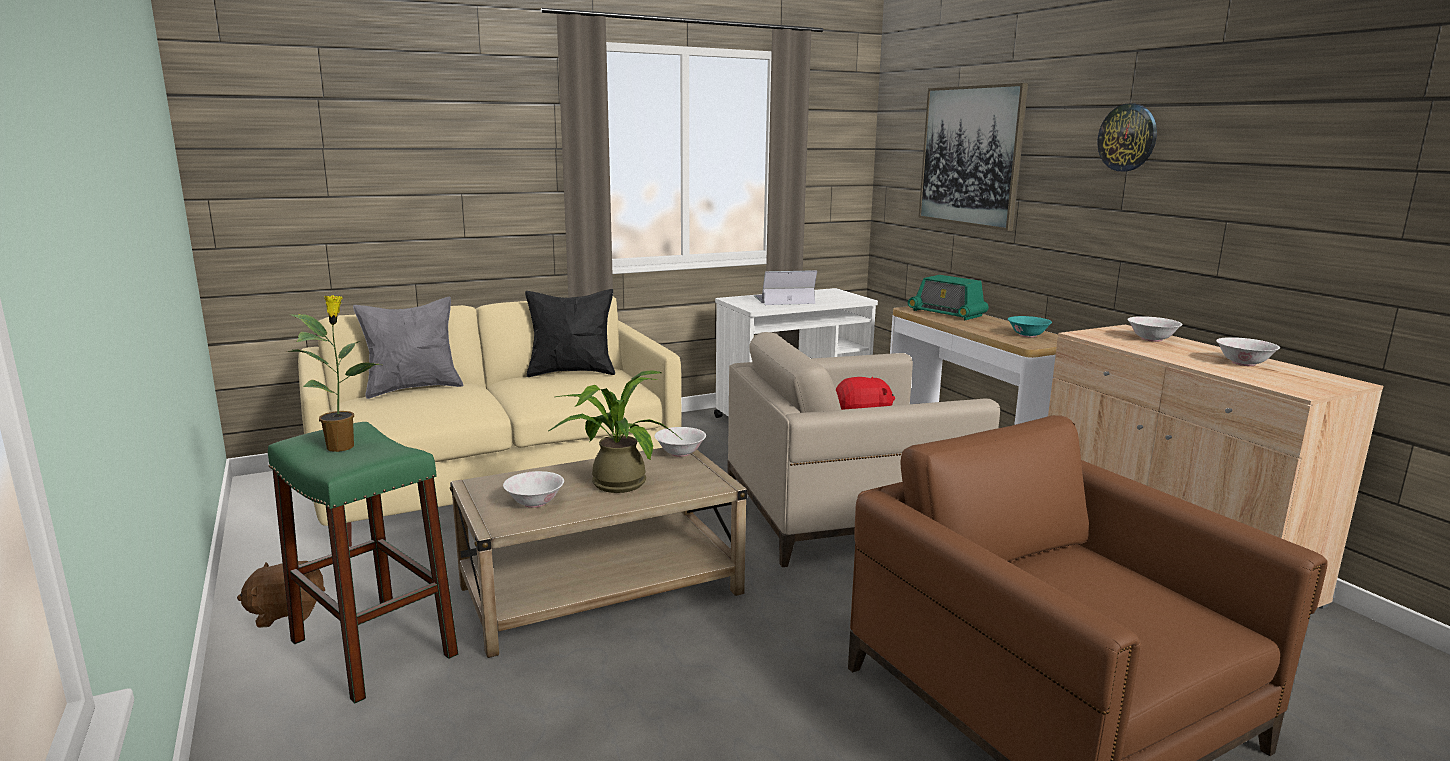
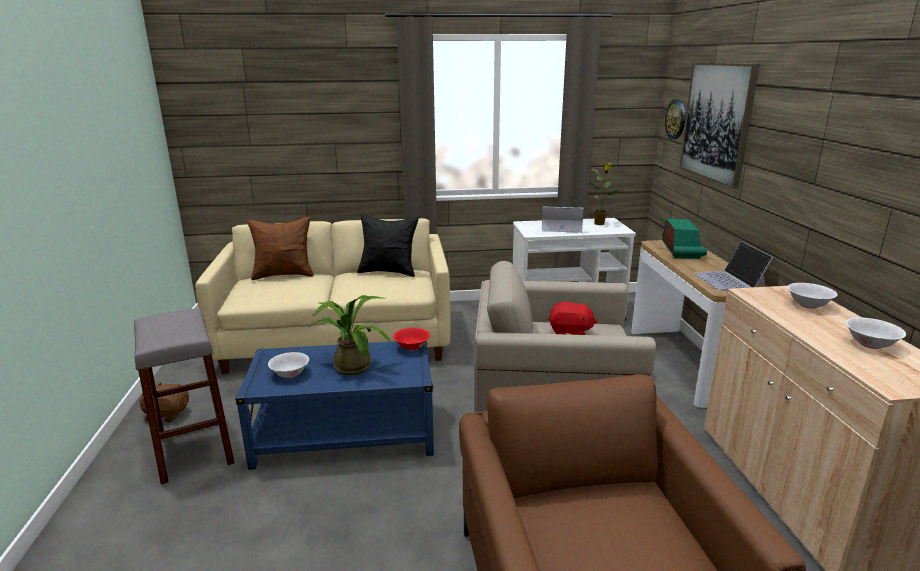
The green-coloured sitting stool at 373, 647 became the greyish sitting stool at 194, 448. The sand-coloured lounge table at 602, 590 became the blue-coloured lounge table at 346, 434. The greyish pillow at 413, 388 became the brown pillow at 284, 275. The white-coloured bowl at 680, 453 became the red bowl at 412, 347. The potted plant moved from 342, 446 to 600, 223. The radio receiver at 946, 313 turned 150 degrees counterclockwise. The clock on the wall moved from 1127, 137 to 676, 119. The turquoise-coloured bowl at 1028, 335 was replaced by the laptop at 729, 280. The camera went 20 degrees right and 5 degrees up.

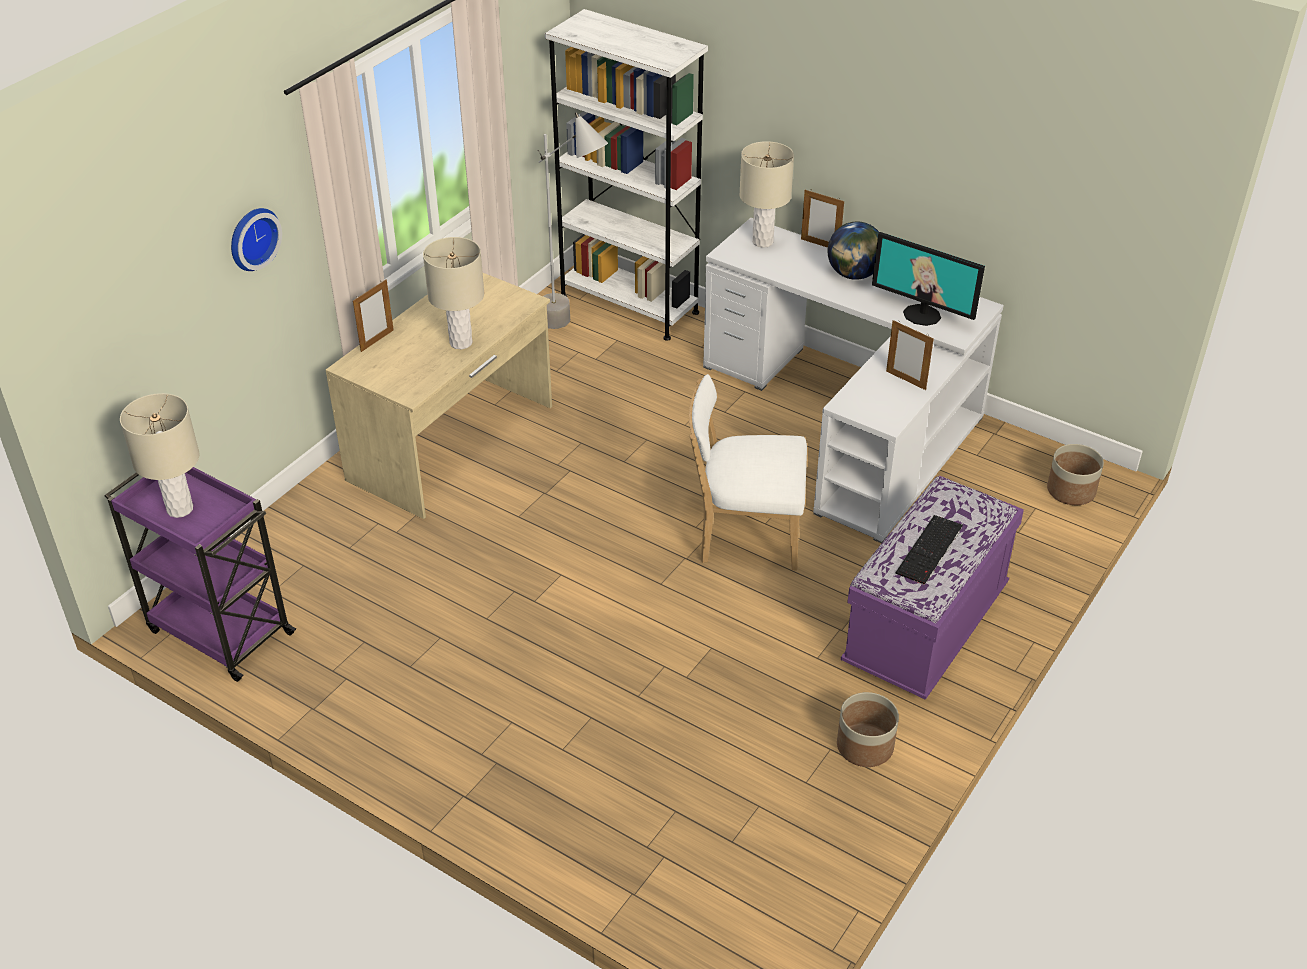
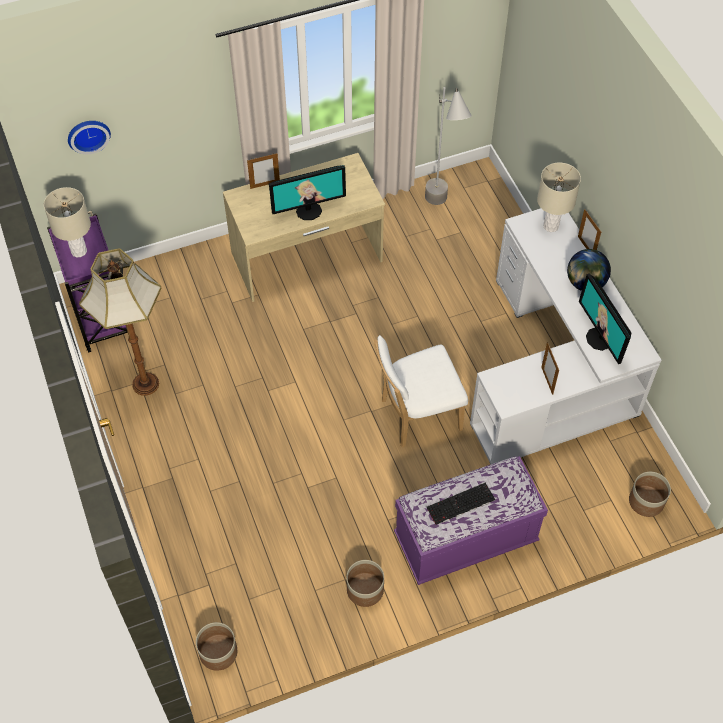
The clock on the wall moved from 251, 237 to 88, 134. The standard lamp at 144, 384 appeared. The flower pot at 218, 652 appeared. The sand-coloured lamp for a table at 461, 342 was replaced by the monitor at 308, 210. The white-coloured upright chair at 744, 535 turned 60 degrees counterclockwise. The white-coloured shelving unit at 629, 305 disappeared. The camera went 35 degrees right and 15 degrees up.

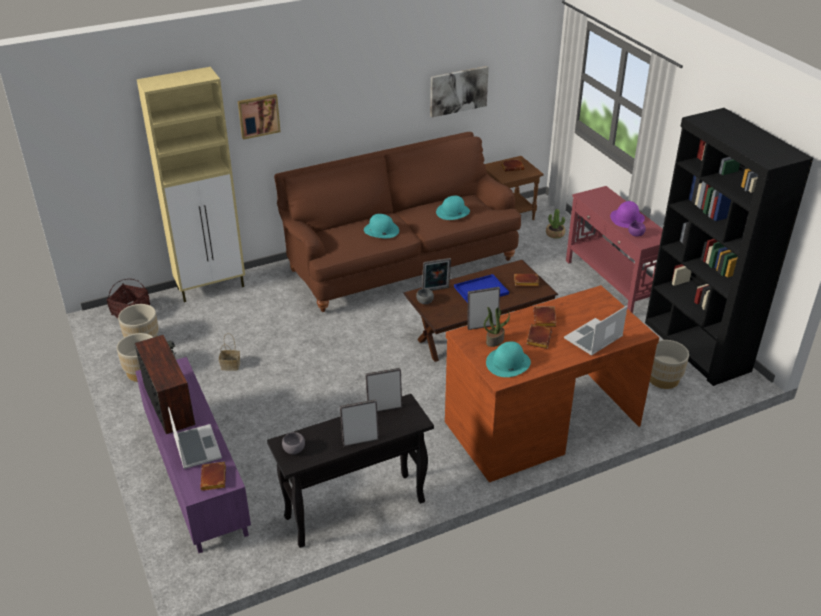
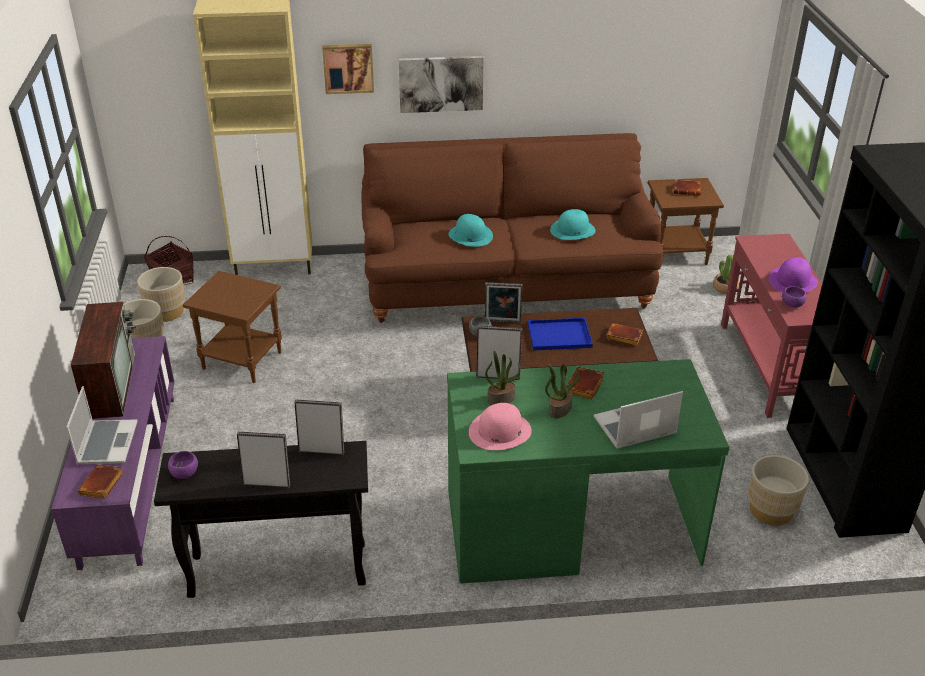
The greyish bowl at 294, 449 became the purple-coloured bowl at 185, 473. The household basket at 230, 366 was replaced by the brown end table at 240, 361. The wall picture moved from 458, 91 to 441, 83. The brown desk unit at 541, 423 became the green-coloured desk unit at 570, 525. The turquoise-coloured hat at 508, 363 became the pink hat at 499, 431. The brown volume at 538, 338 was replaced by the potted plant at 559, 409. The camera went 20 degrees right and 0 degrees up.

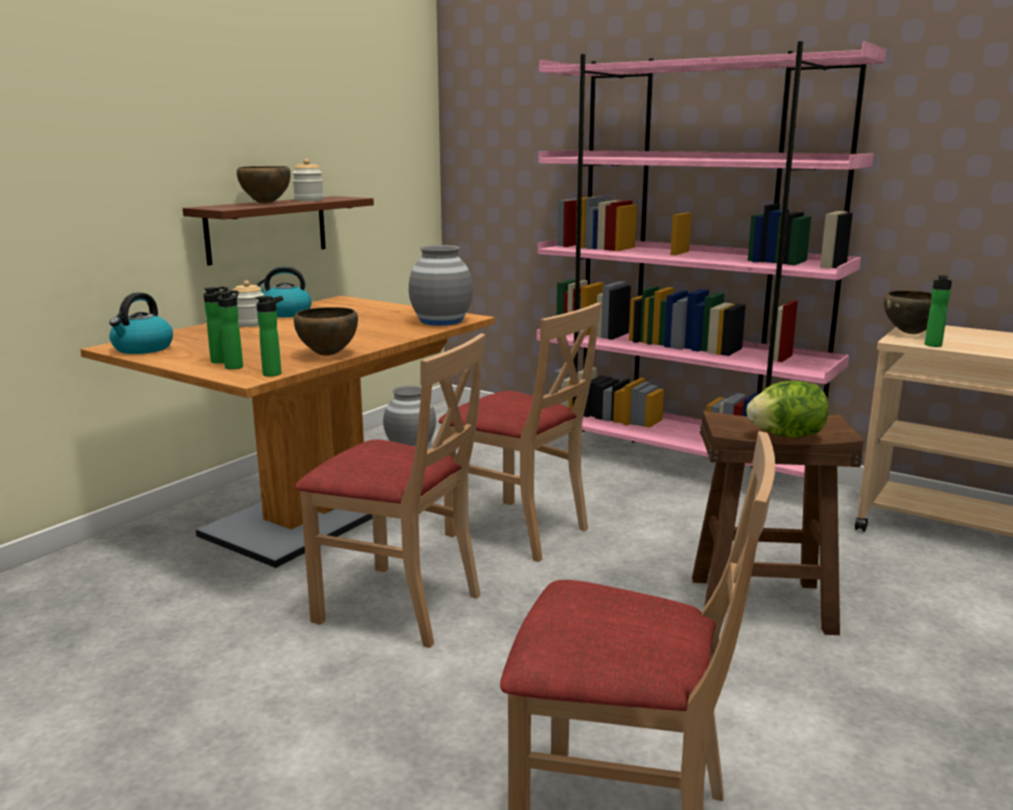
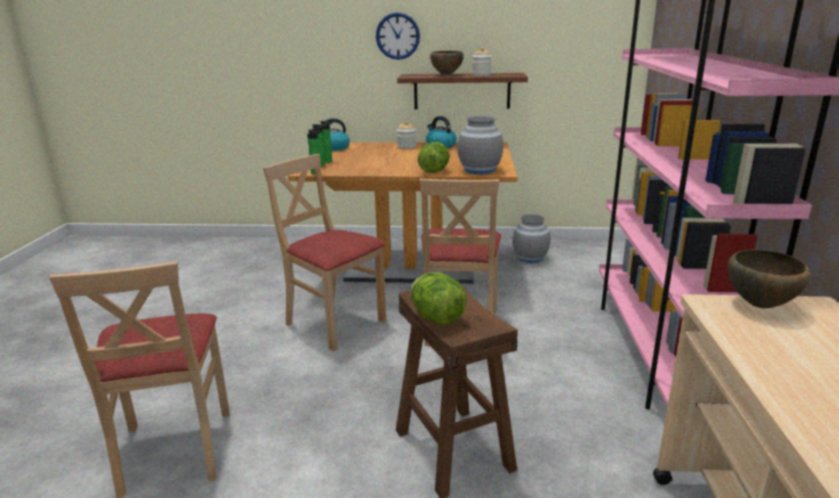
The sand-coloured upright chair at 399, 606 turned 135 degrees clockwise. The clock on the wall at 397, 36 appeared. The lettuce head at 434, 171 appeared. The brown bowl at 328, 355 disappeared. The bottle at 933, 345 disappeared. The camera went 60 degrees right and 5 degrees up.

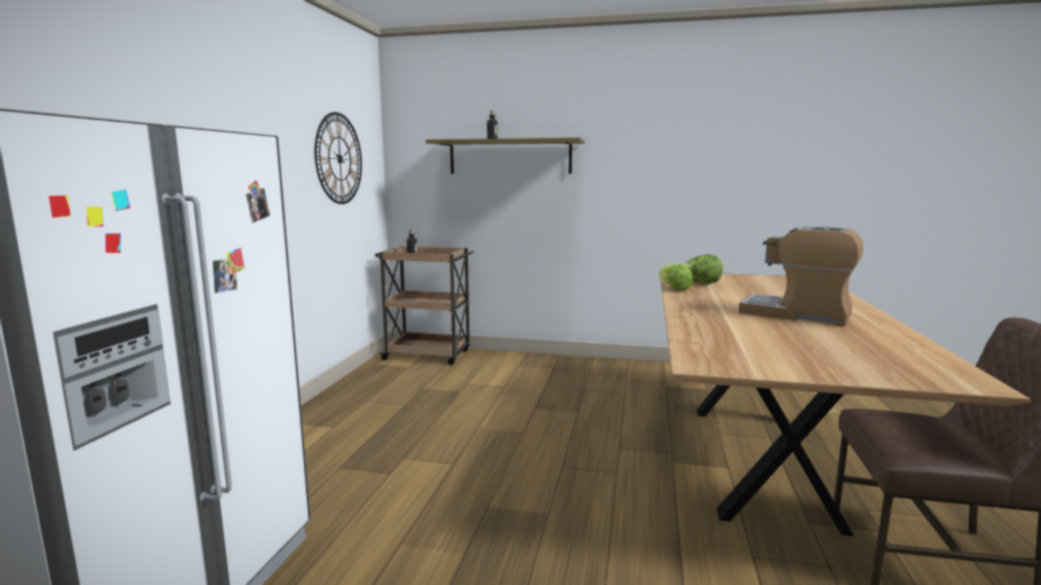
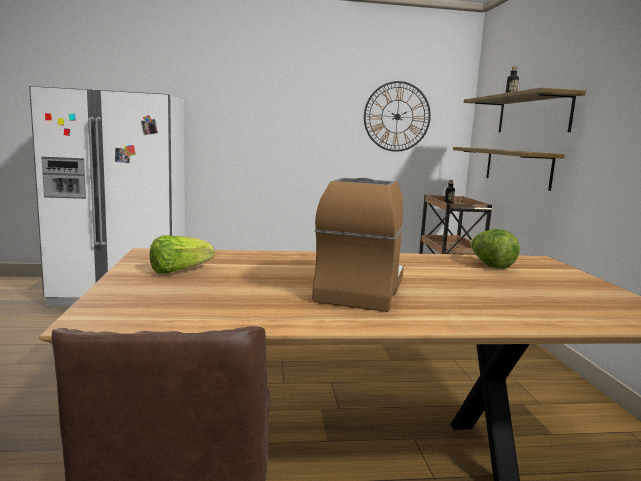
The lettuce head moved from 673, 288 to 179, 271. The shelf at 517, 167 appeared. The camera went 70 degrees right and 0 degrees up.

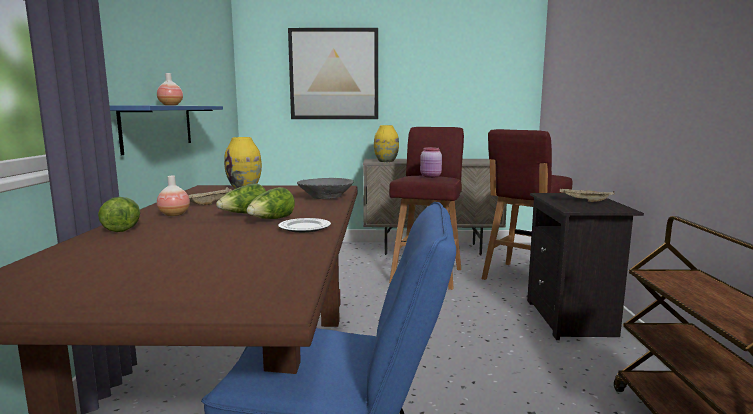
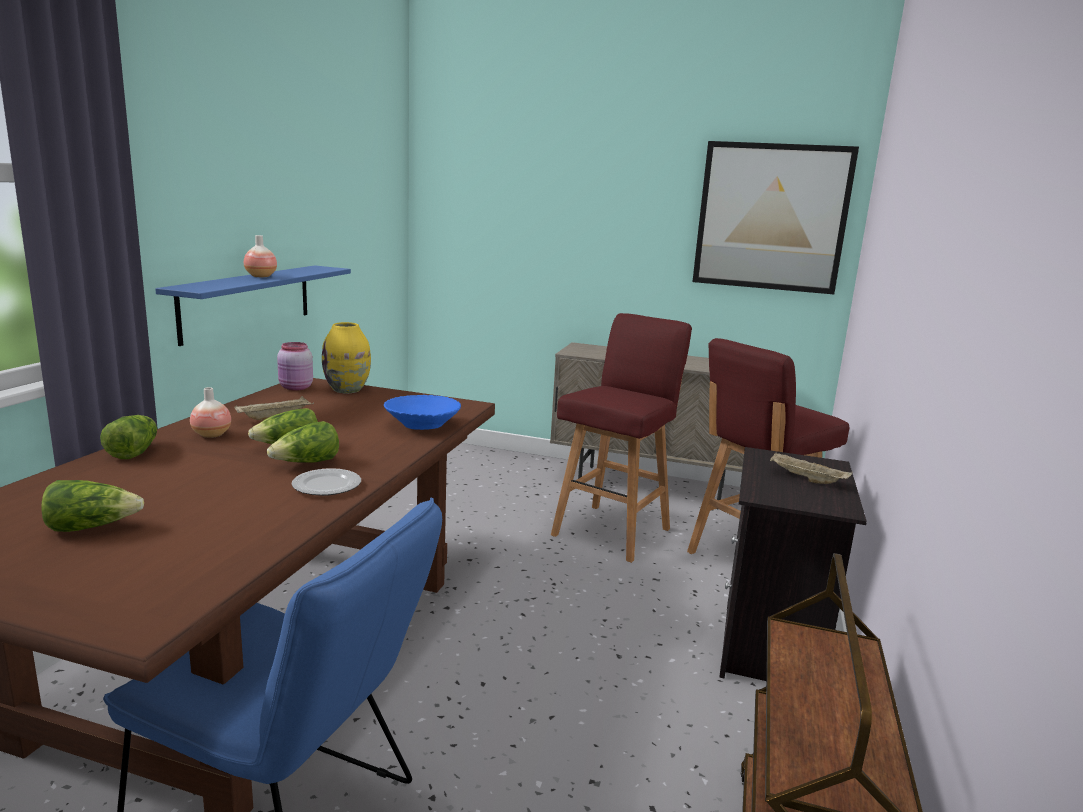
The lettuce head at 92, 527 appeared. The pink jar moved from 431, 176 to 296, 388. The greyish bowl at 325, 197 became the blue-coloured bowl at 422, 425. The wall picture moved from 334, 74 to 771, 217. The yellowish vase at 386, 161 disappeared. The camera went 15 degrees right and 5 degrees up.

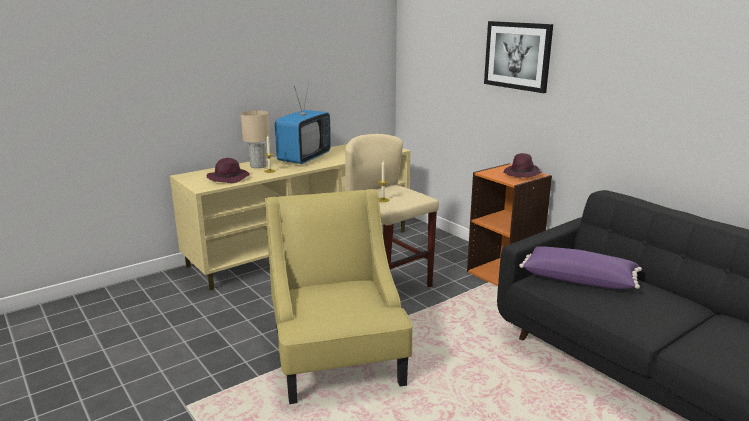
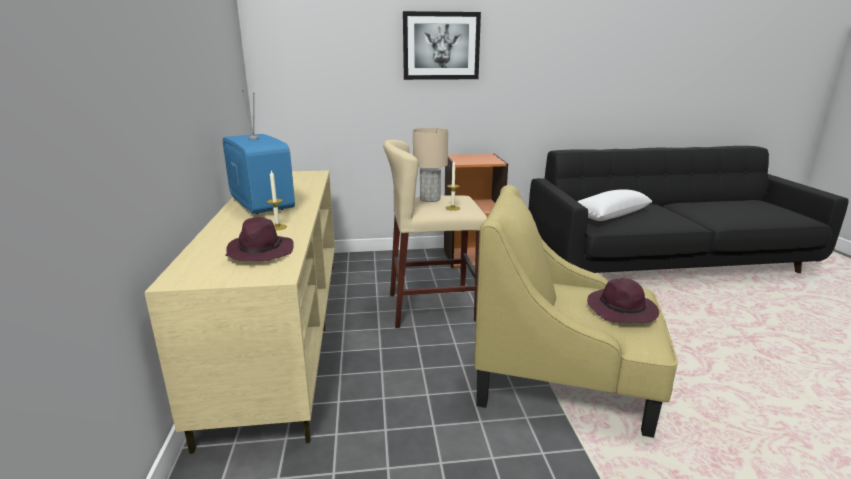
The sand-coloured lamp for a table moved from 258, 166 to 430, 199. The purple-coloured pillow at 578, 279 became the white-coloured pillow at 608, 215. The purple-coloured hat moved from 522, 174 to 622, 310. The camera went 60 degrees left and 0 degrees up.

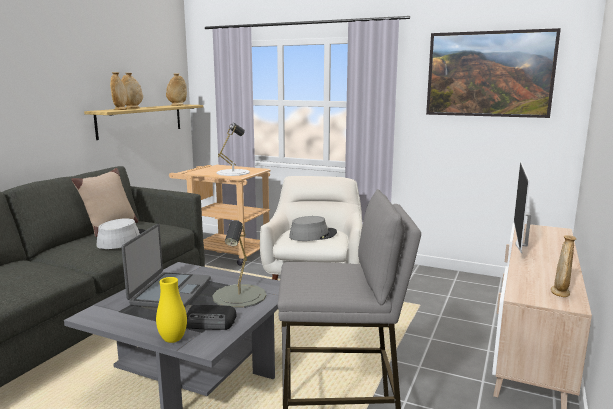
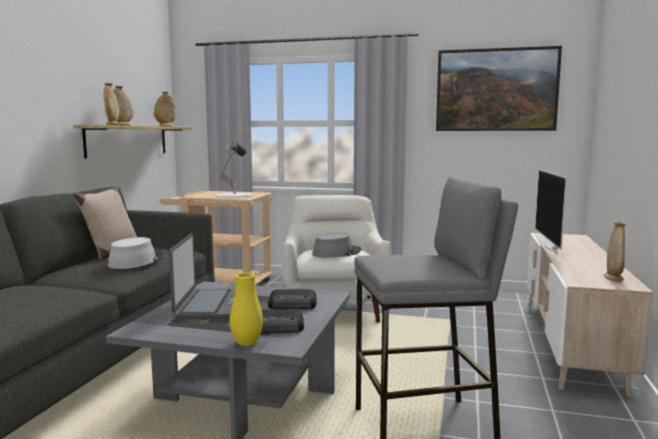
The greyish lamp for a table at 239, 296 was replaced by the radio receiver at 293, 305. The camera went 10 degrees left and 5 degrees down.

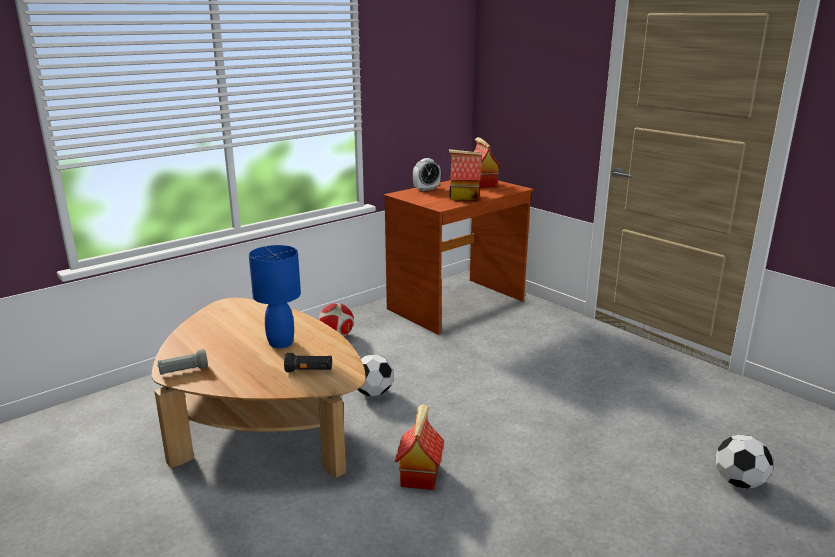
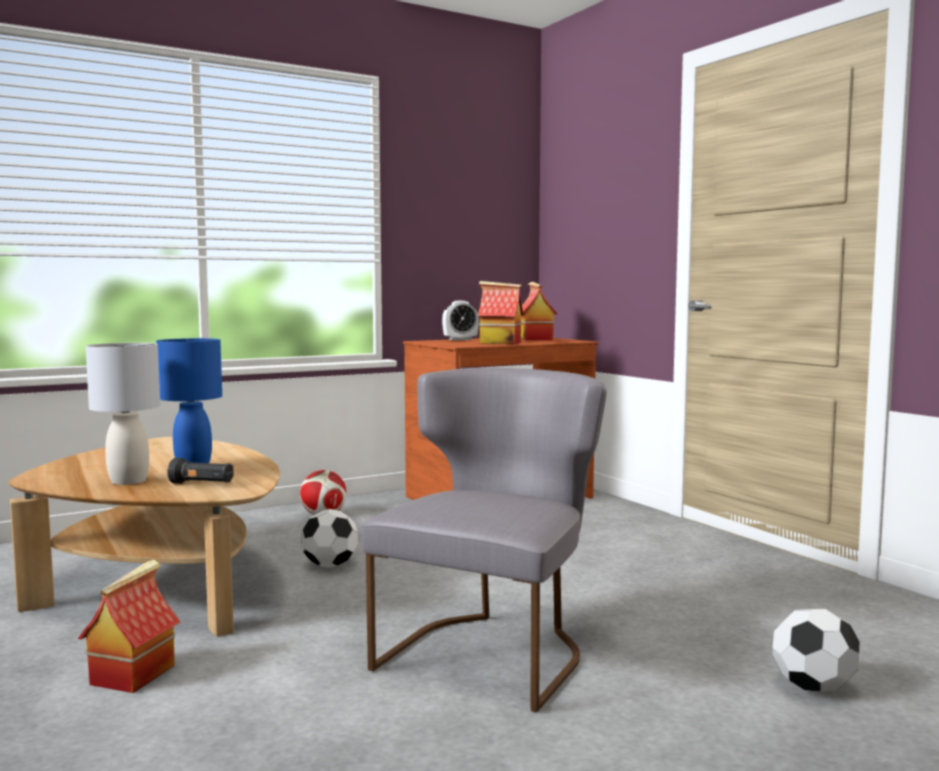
The miniature house moved from 419, 475 to 133, 674. The greyish lamp for a table at 128, 481 appeared. The greyish upright chair at 492, 651 appeared. The greyish torch at 183, 371 disappeared. The camera went 10 degrees right and 15 degrees down.

